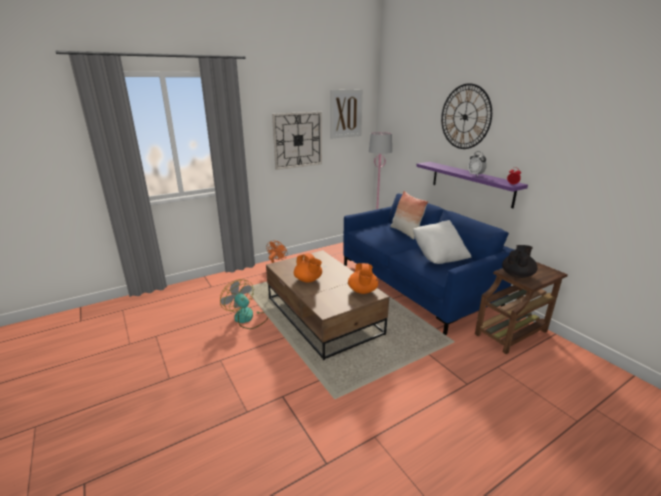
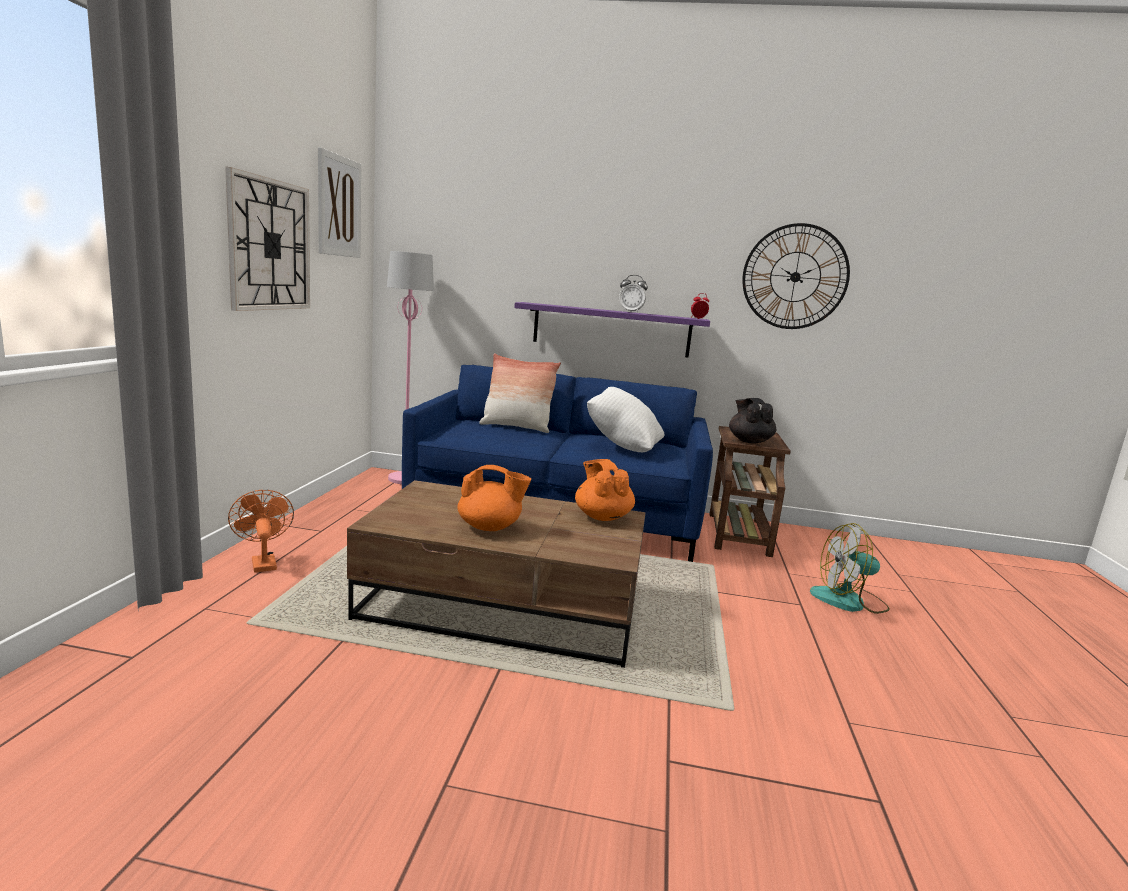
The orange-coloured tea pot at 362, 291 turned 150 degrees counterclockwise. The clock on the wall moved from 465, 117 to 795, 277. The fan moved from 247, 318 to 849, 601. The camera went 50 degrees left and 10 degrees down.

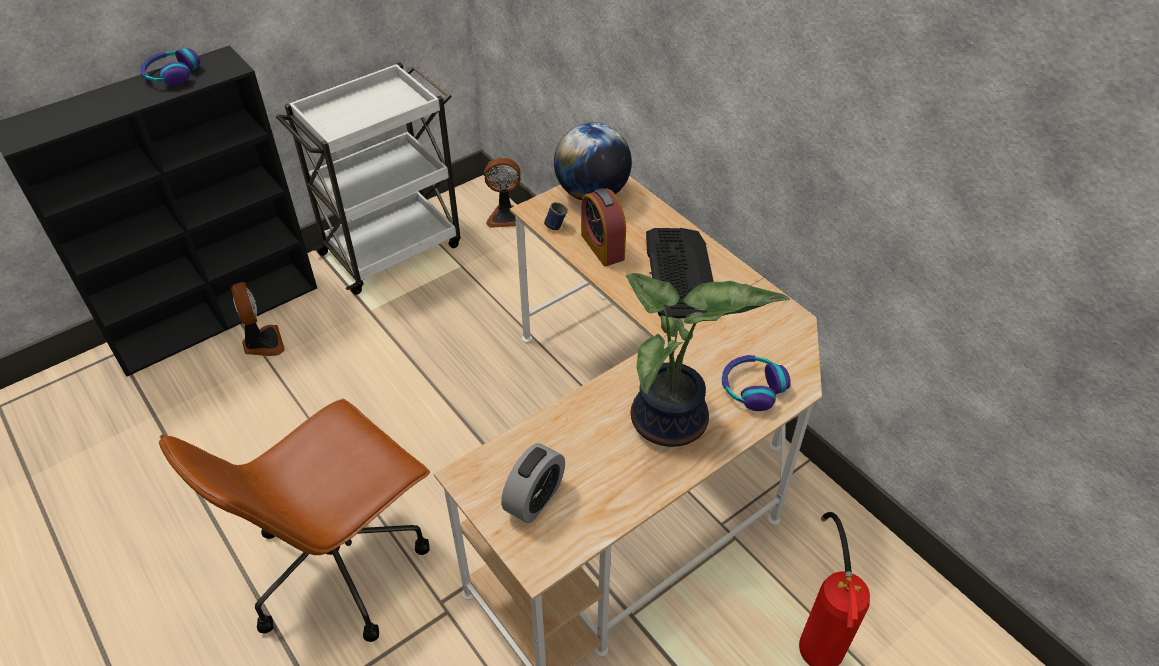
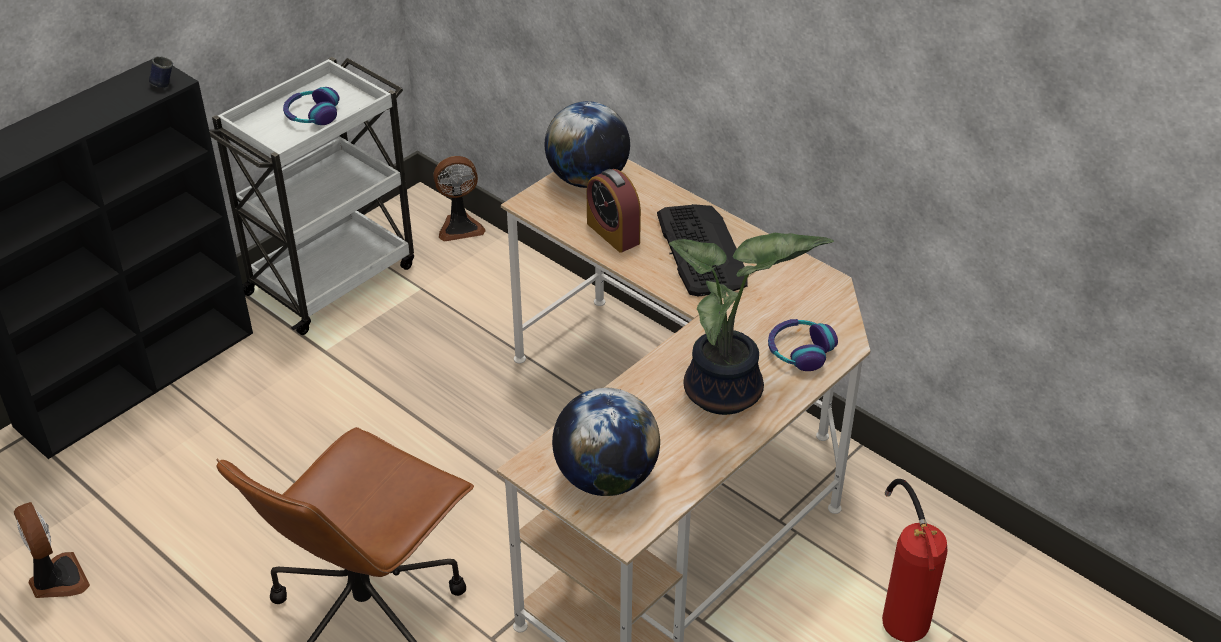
The fan moved from 262, 343 to 57, 580. The blue-coloured mug moved from 555, 224 to 163, 82. The pair of headphones moved from 171, 75 to 312, 115. The alarm clock at 534, 499 was replaced by the world globe at 606, 478. The camera went 10 degrees left and 5 degrees down.

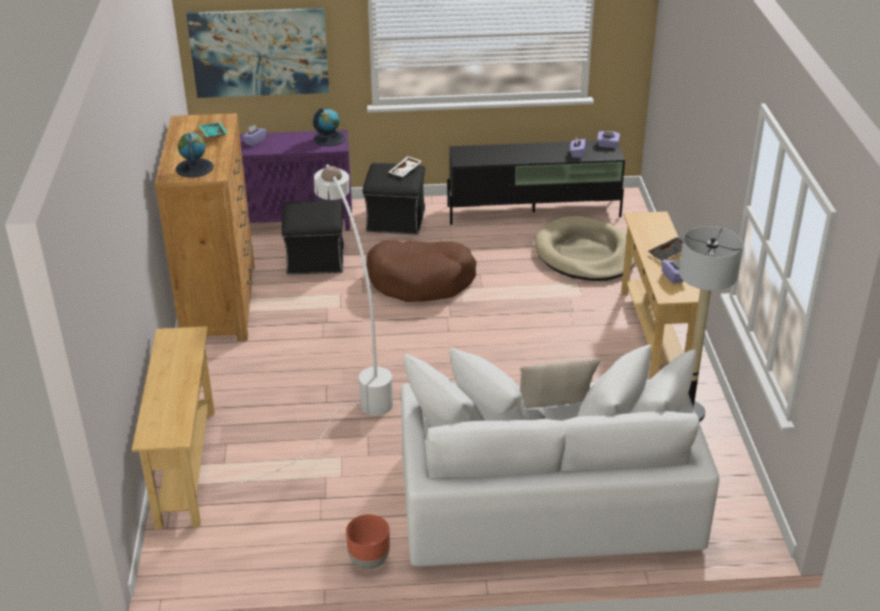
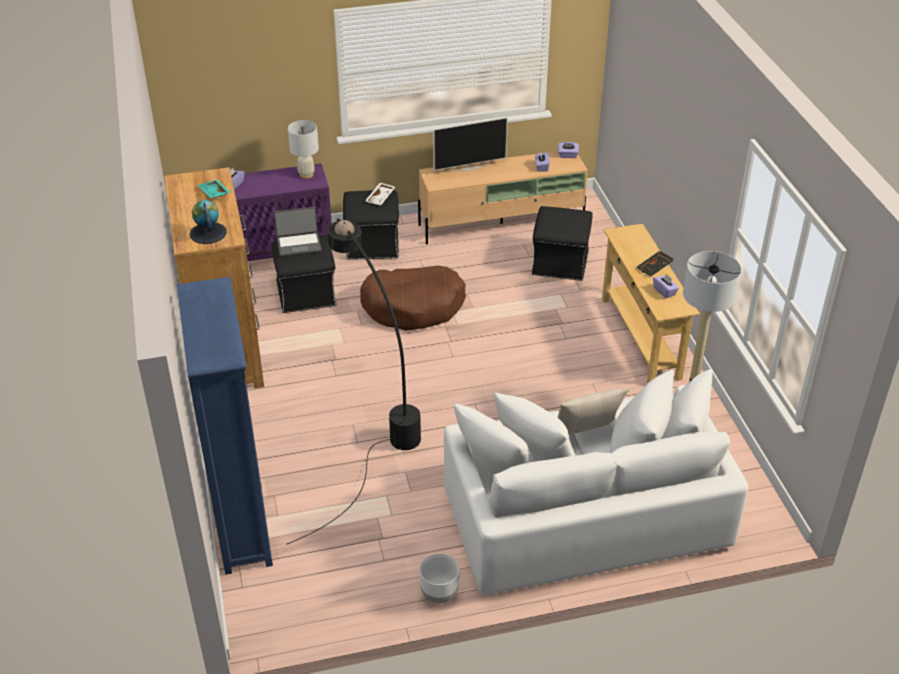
The sand-coloured hall table at 185, 467 was replaced by the blue-coloured shelving unit at 242, 523. The laptop at 299, 244 appeared. The white-coloured standard lamp at 346, 386 became the blackish standard lamp at 372, 423. The world globe at 329, 138 was replaced by the white-coloured lamp for a table at 306, 174. The blackish tv unit at 534, 211 became the sand-coloured tv unit at 502, 223. The brown flower pot at 369, 560 became the white-coloured flower pot at 439, 594. The TV at 469, 168 appeared. The sand-coloured pet bed at 585, 254 was replaced by the blackish pouffe at 560, 263. The wall picture at 259, 52 disappeared. The camera went 10 degrees left and 5 degrees up.

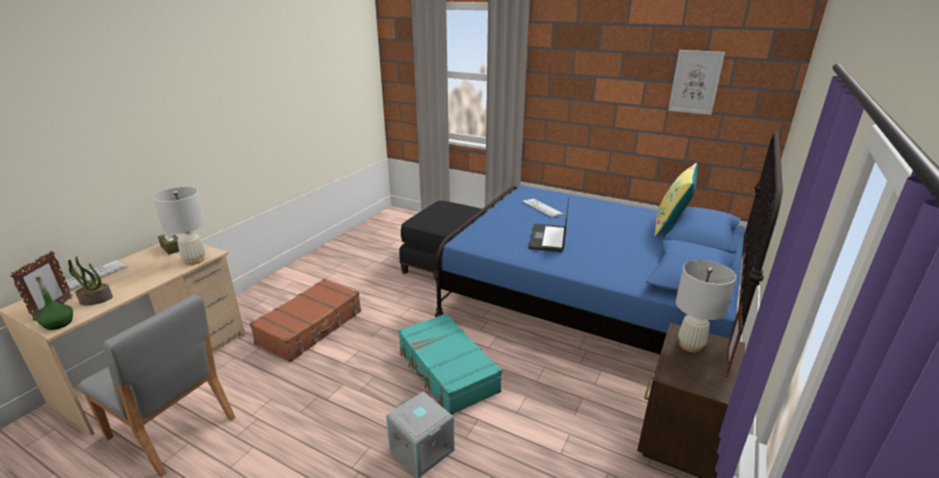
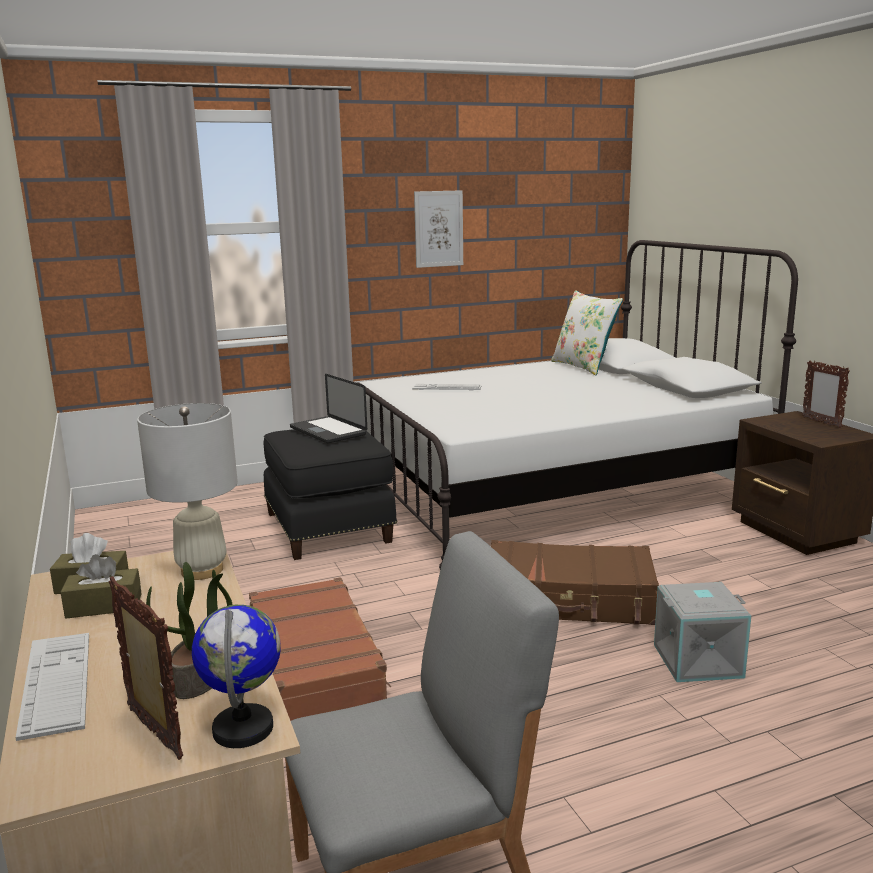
The brown tissue box at 104, 606 appeared. The green-coloured bottle at 59, 323 was replaced by the world globe at 244, 728. The laptop moved from 548, 238 to 328, 431. The blue-coloured bed at 591, 303 became the white-coloured bed at 552, 489. The wall picture moved from 695, 82 to 438, 229. The turquoise-coloured piece of luggage at 447, 371 became the brown piece of luggage at 569, 601. The yellowish pillow at 670, 226 became the white-coloured pillow at 584, 367. The white-coloured lamp for a table at 690, 345 disappeared. The camera went 50 degrees left and 10 degrees down.

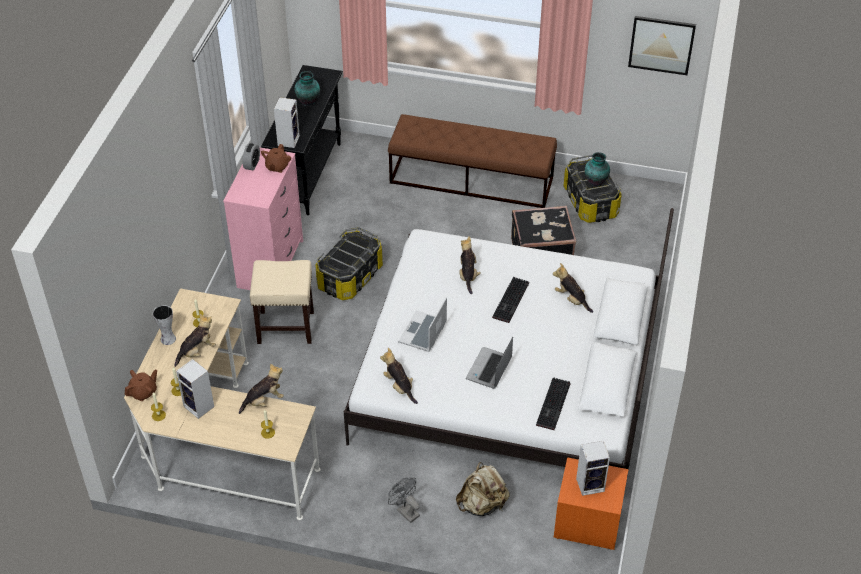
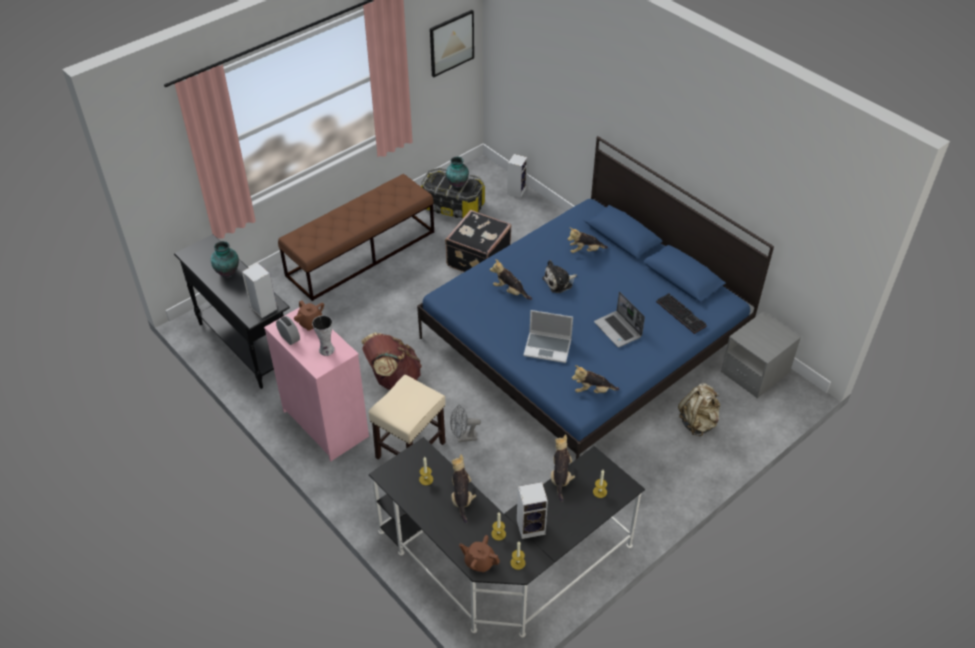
The vase moved from 167, 339 to 326, 350. The storage bin at 349, 277 was replaced by the brown backpack at 393, 379. The sand-coloured desk unit at 218, 442 became the blackish desk unit at 503, 564. The white-coloured bed at 508, 375 became the blue-coloured bed at 583, 341. The greyish fan moved from 405, 511 to 463, 438. The brown tea pot at 143, 392 turned 60 degrees counterclockwise. The speaker moved from 591, 484 to 516, 190. The laptop at 423, 333 turned 45 degrees counterclockwise. The computer keyboard at 511, 301 was replaced by the soft toy at 559, 282. The orange-coloured bedside table at 588, 522 became the greyish bedside table at 755, 372. The camera went 55 degrees left and 0 degrees up.

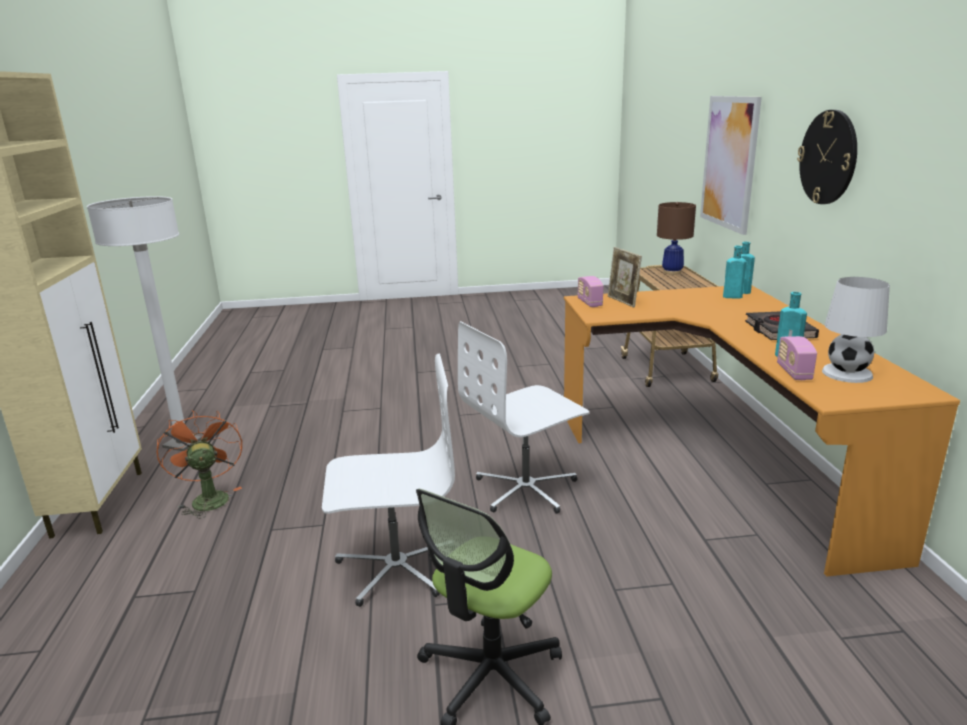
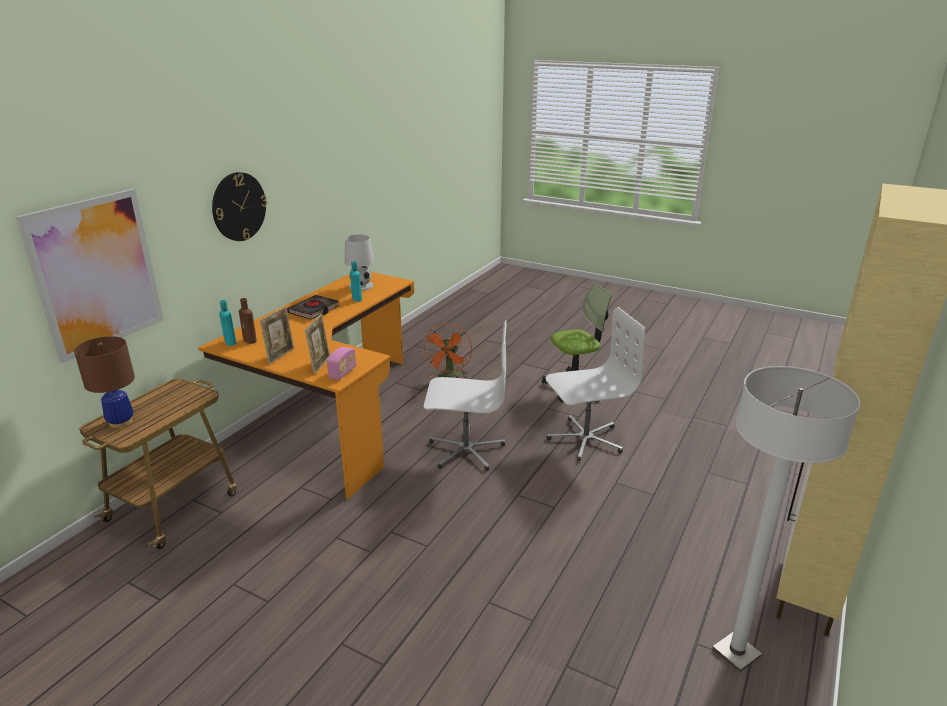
The turquoise-coloured bottle at 731, 297 became the brown bottle at 250, 341. The standing frame at 280, 355 appeared. The orange-coloured fan moved from 208, 498 to 449, 378. The white-coloured desk chair at 396, 566 turned 135 degrees clockwise. The radio receiver at 793, 372 disappeared. The camera went 145 degrees left and 5 degrees up.

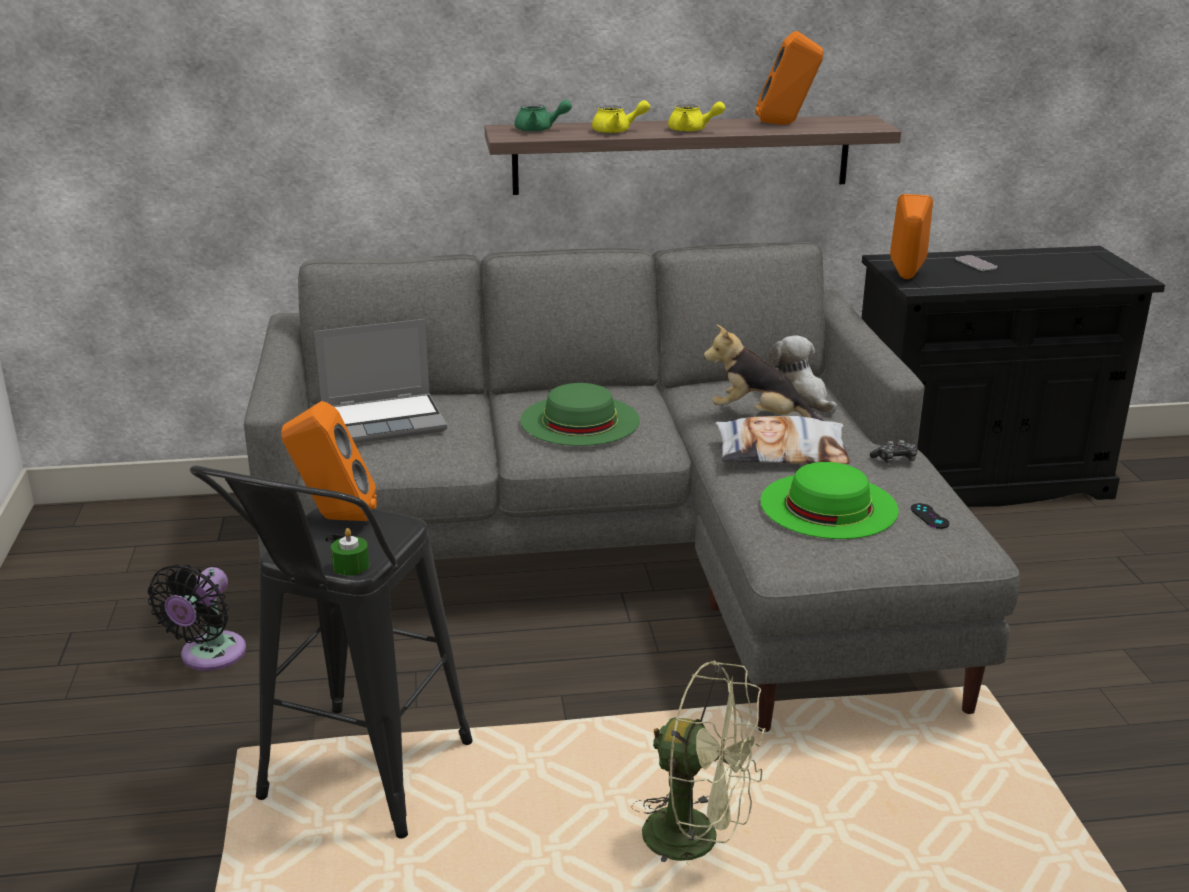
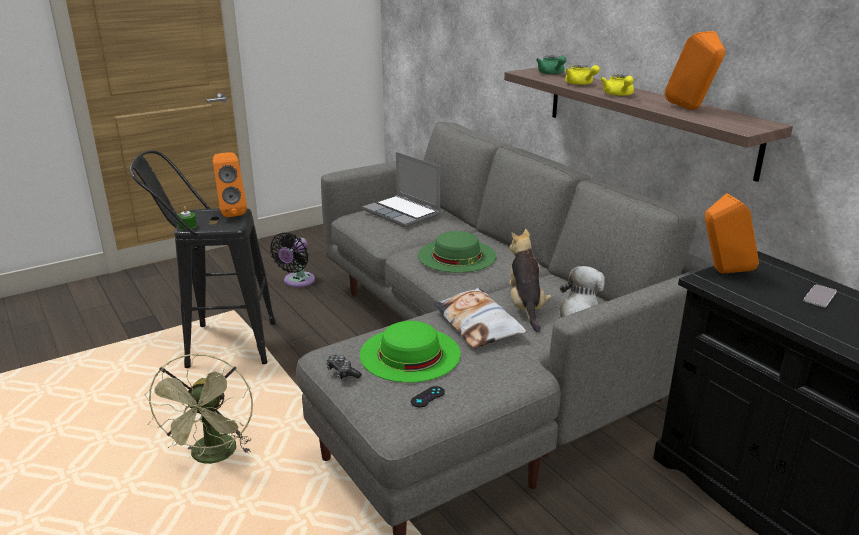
The blackish fan at 209, 656 turned 60 degrees counterclockwise. The joypad moved from 895, 460 to 342, 372. The camera went 65 degrees right and 0 degrees up.

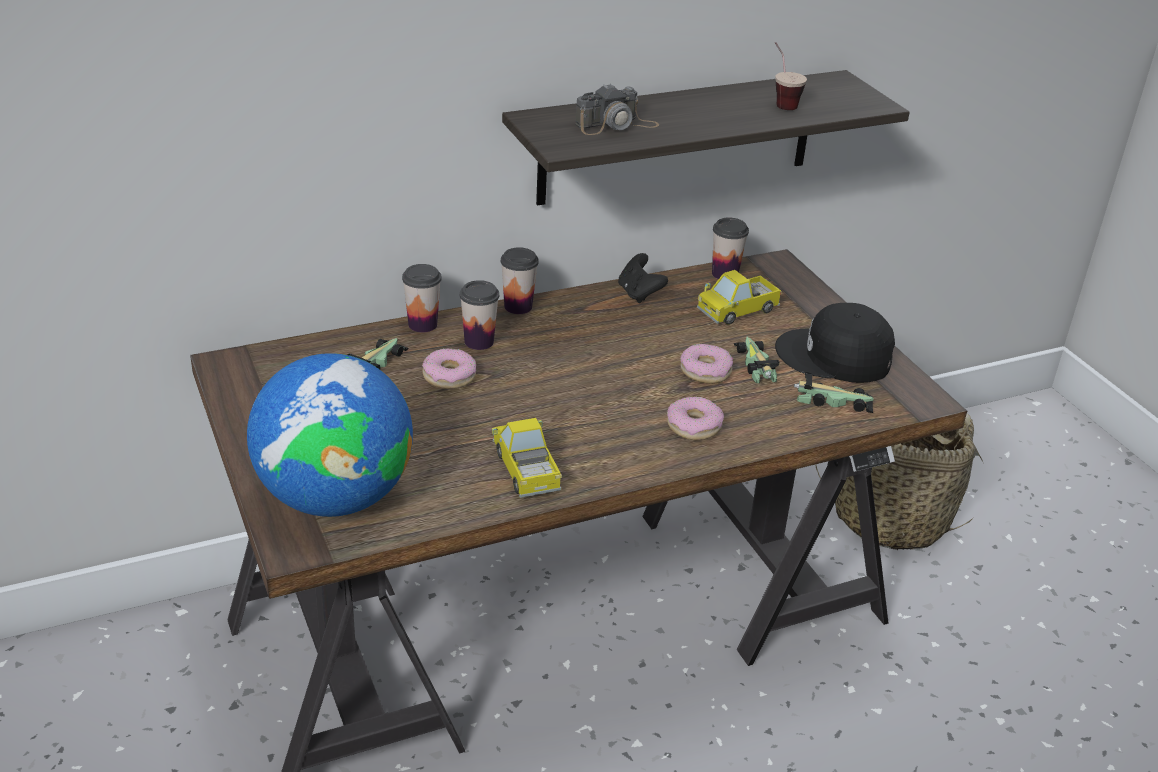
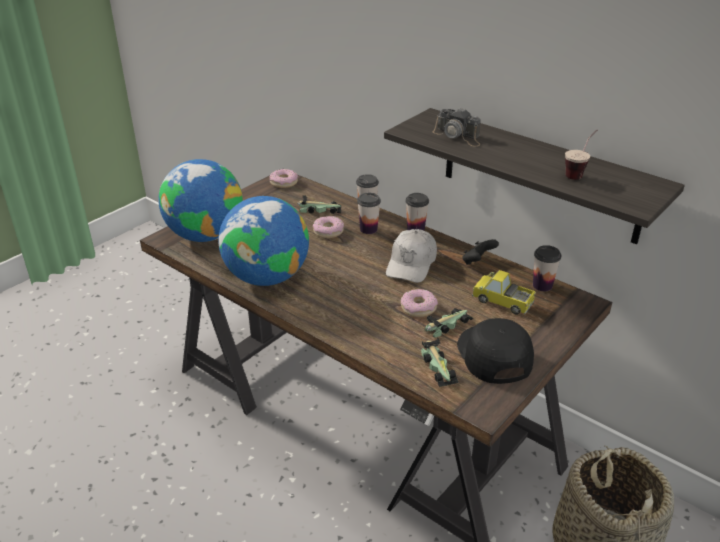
The model truck at 525, 470 was replaced by the world globe at 266, 277. The ring doughnut moved from 694, 426 to 283, 182. The white-coloured baseball cap at 411, 264 appeared. The camera went 65 degrees right and 0 degrees up.

